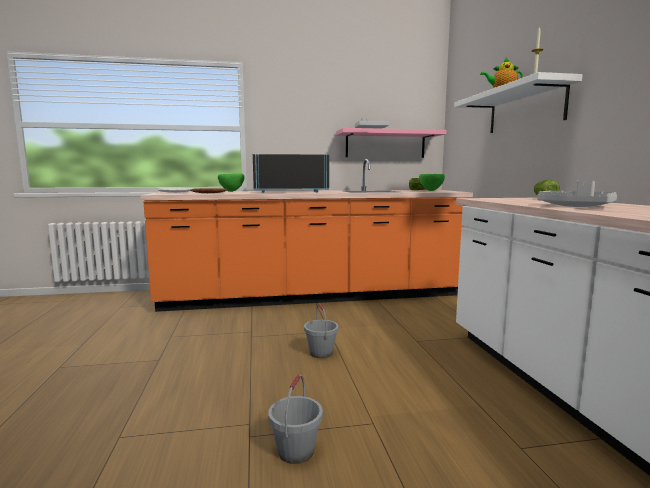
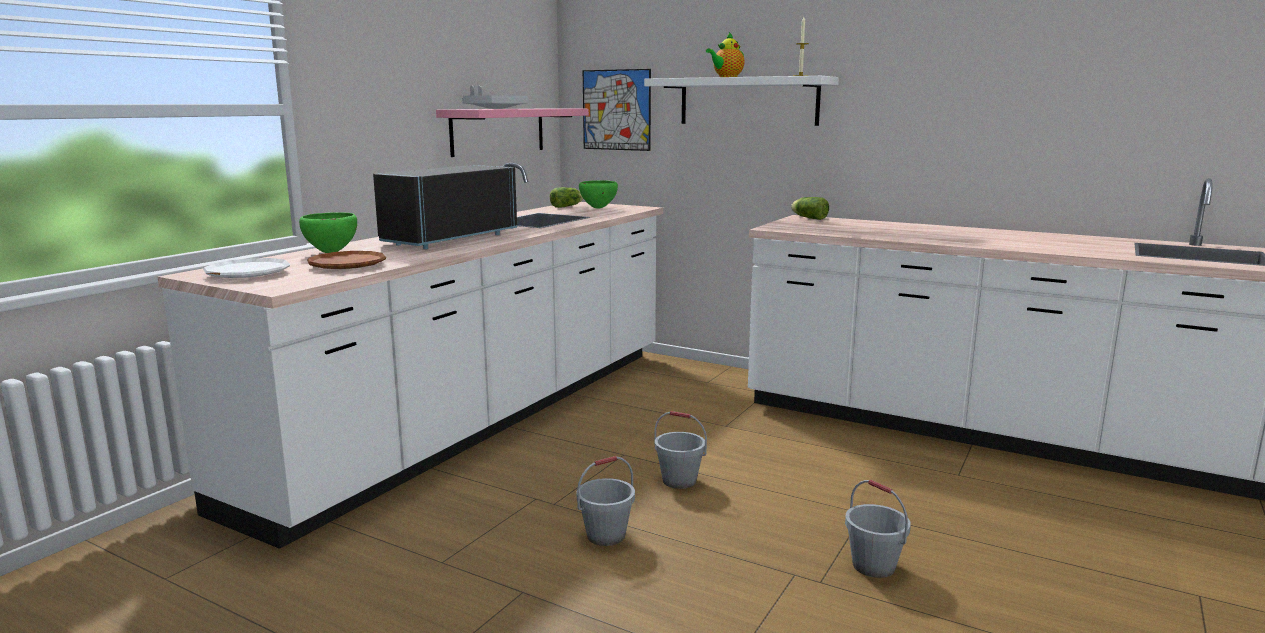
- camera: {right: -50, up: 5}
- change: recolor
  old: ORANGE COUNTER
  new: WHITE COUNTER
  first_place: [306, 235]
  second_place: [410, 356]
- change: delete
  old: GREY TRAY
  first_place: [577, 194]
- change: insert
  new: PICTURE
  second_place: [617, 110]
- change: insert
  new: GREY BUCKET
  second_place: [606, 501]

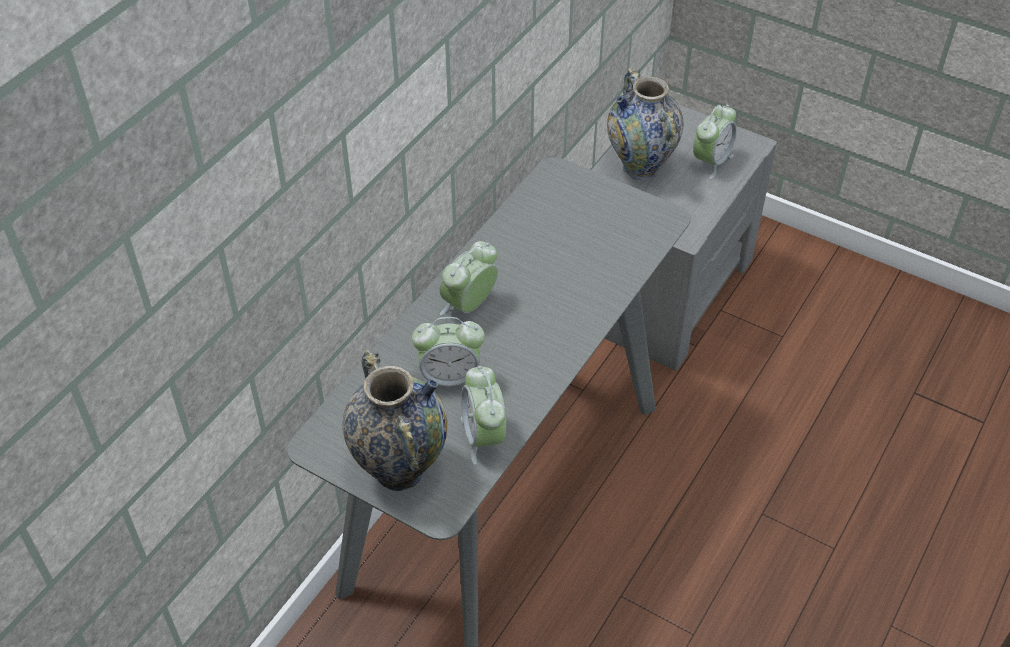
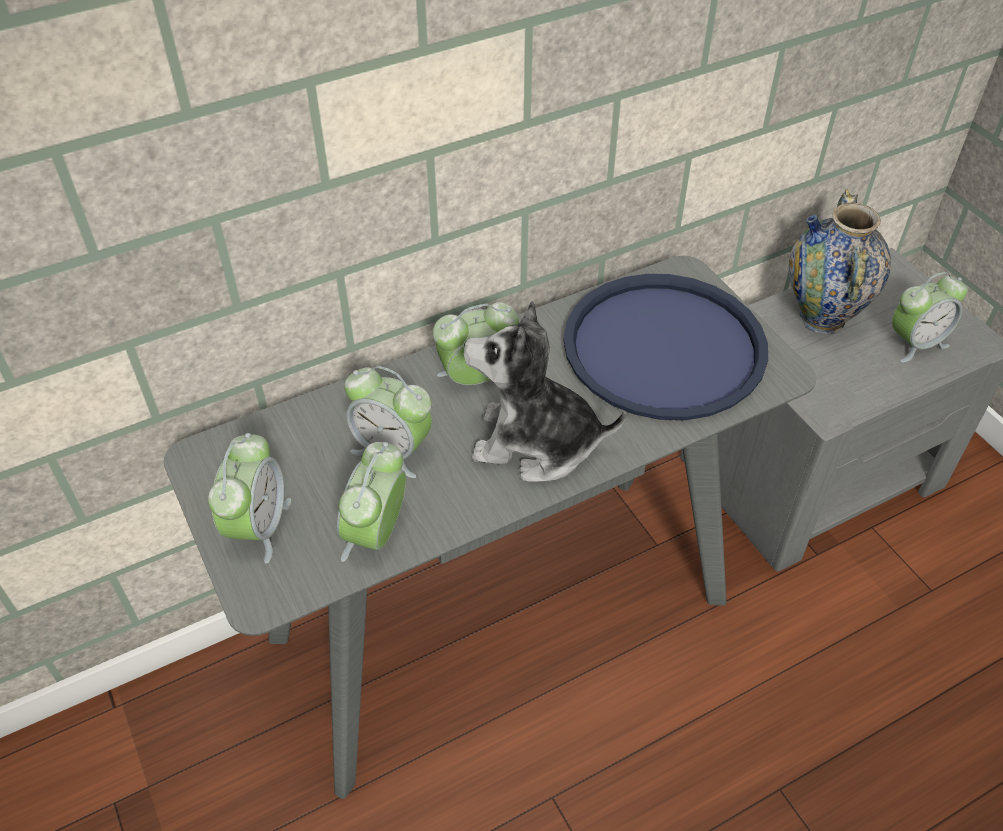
- camera: {right: 30, up: 0}
- change: replace
  old: VASE
  new: ALARM CLOCK
  first_place: [395, 420]
  second_place: [249, 498]
- change: insert
  new: BLUE TRAY
  second_place: [666, 347]
- change: insert
  new: PLUSH TOY
  second_place: [545, 391]

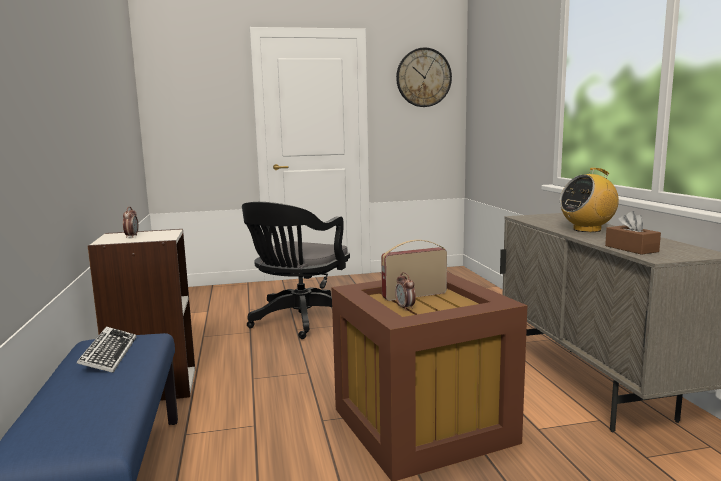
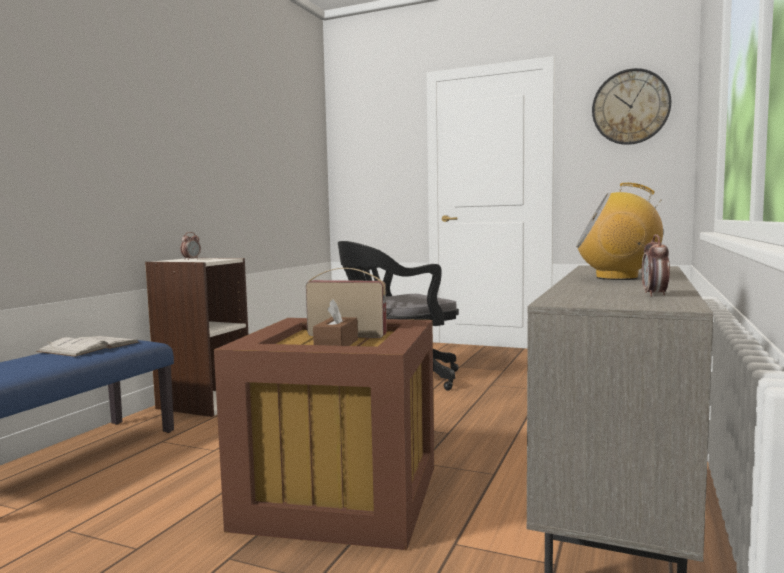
- camera: {right: 35, up: -5}
- change: move
  old: BROWN TISSUE BOX
  first_place: [633, 233]
  second_place: [335, 322]
- change: move
  old: ALARM CLOCK
  first_place: [405, 291]
  second_place: [656, 265]
- change: replace
  old: KEYBOARD
  new: WHITE BOOK
  first_place: [106, 350]
  second_place: [87, 346]

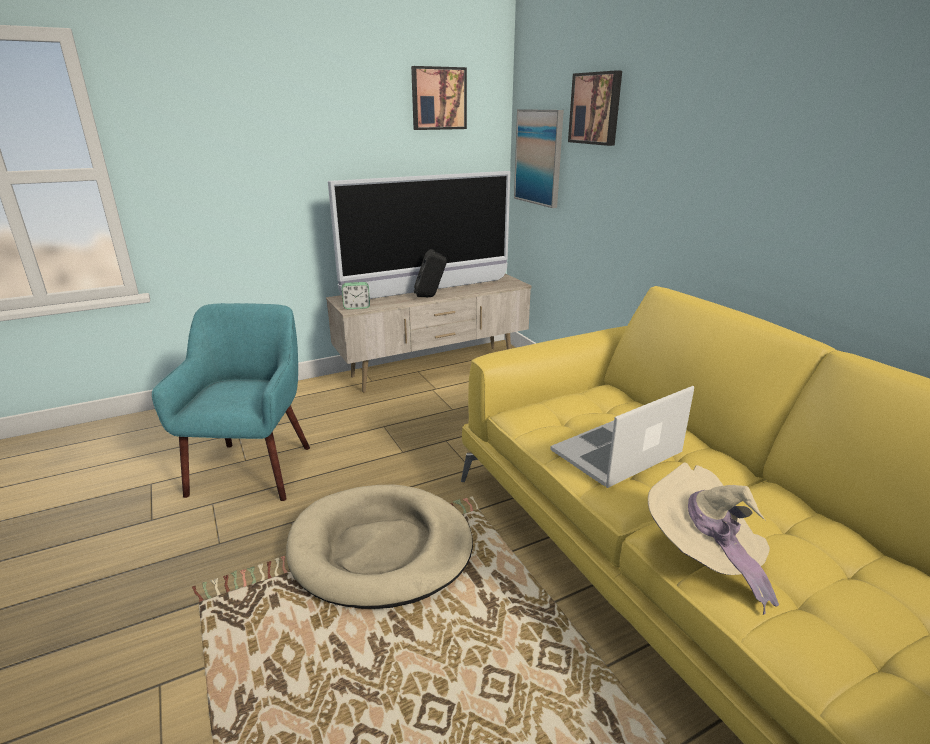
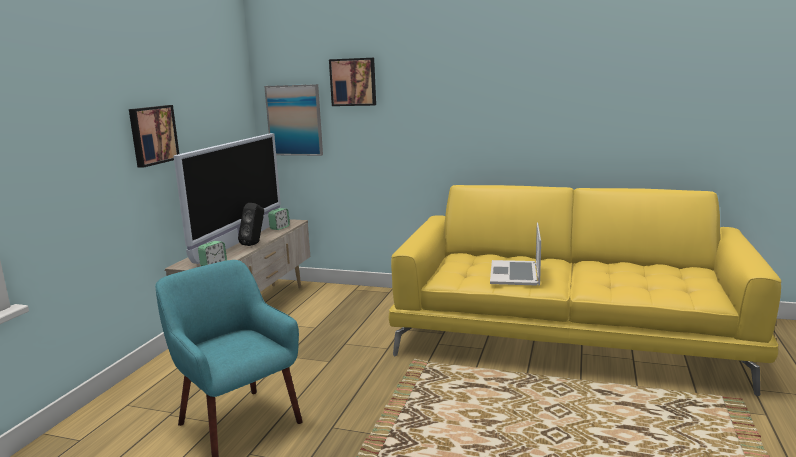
- camera: {right: -45, up: -10}
- change: move
  old: PICTURE
  first_place: [439, 98]
  second_place: [154, 136]
- change: delete
  old: BEIGE HAT
  first_place: [713, 538]
- change: delete
  old: BEIGE DOG BED
  first_place: [379, 547]
- change: insert
  new: ALARM CLOCK
  second_place: [279, 219]

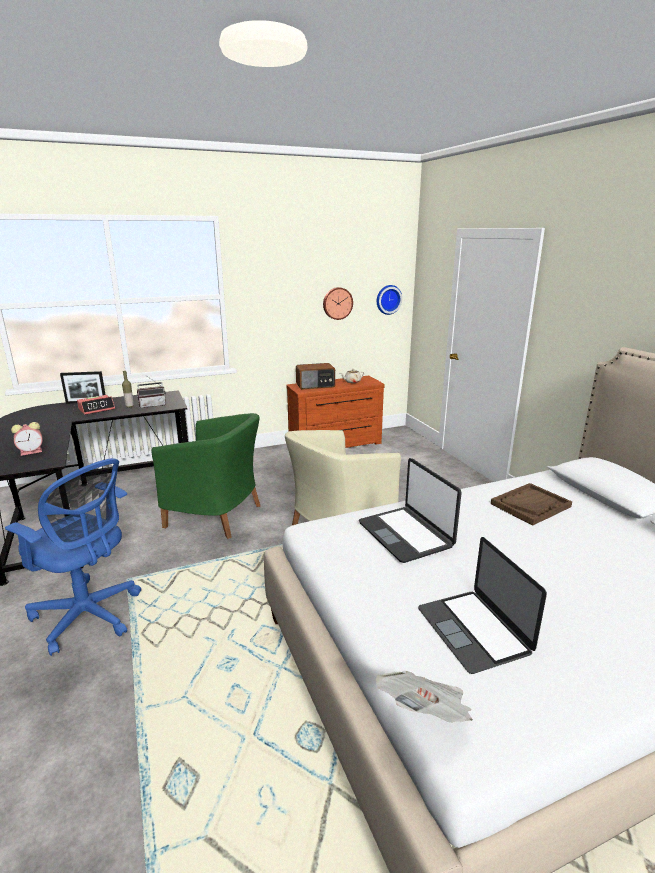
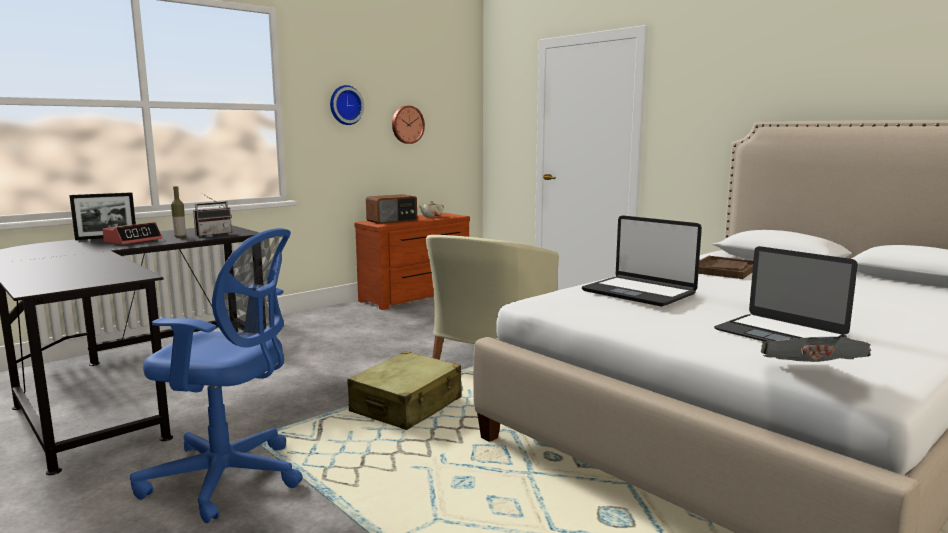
- camera: {right: -20, up: -10}
- change: move
  old: WALL CLOCK
  first_place: [389, 300]
  second_place: [347, 105]
- change: delete
  old: GREEN ARMCHAIR
  first_place: [205, 476]
- change: delete
  old: ALARM CLOCK
  first_place: [27, 439]
- change: insert
  new: BEIGE SUITCASE
  second_place: [405, 390]

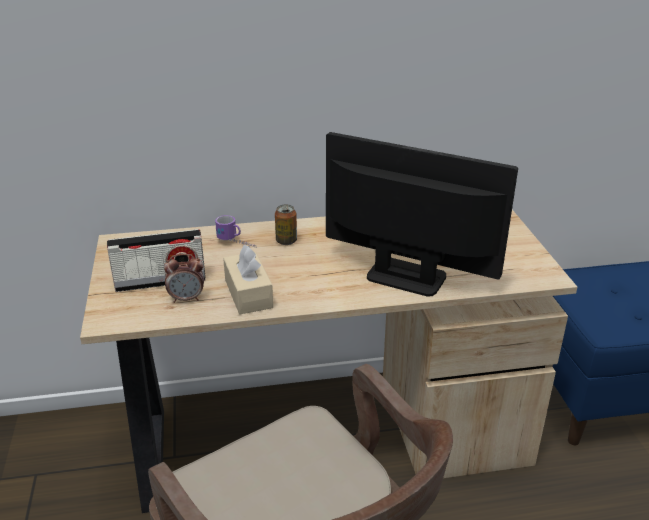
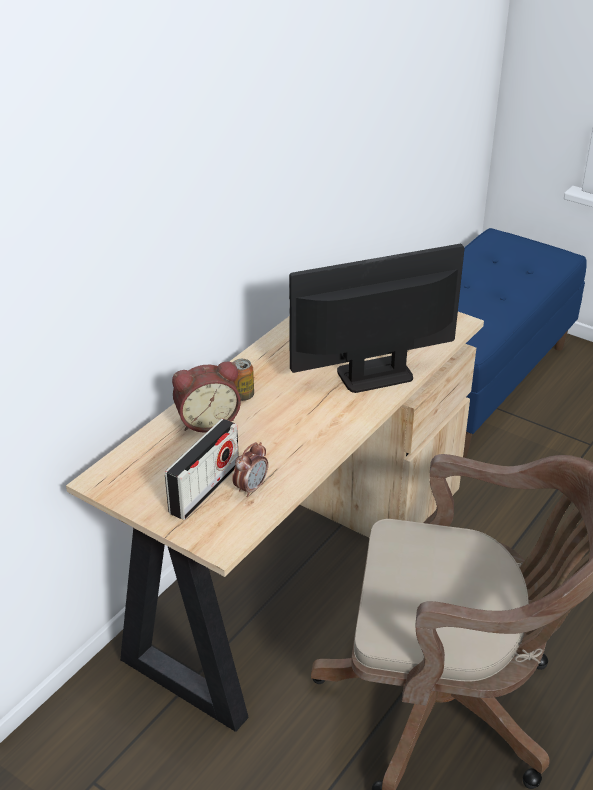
- camera: {right: -45, up: 5}
- change: replace
  old: MUG
  new: ALARM CLOCK
  first_place: [235, 231]
  second_place: [206, 397]
- change: delete
  old: BEIGE TISSUE BOX
  first_place: [248, 279]

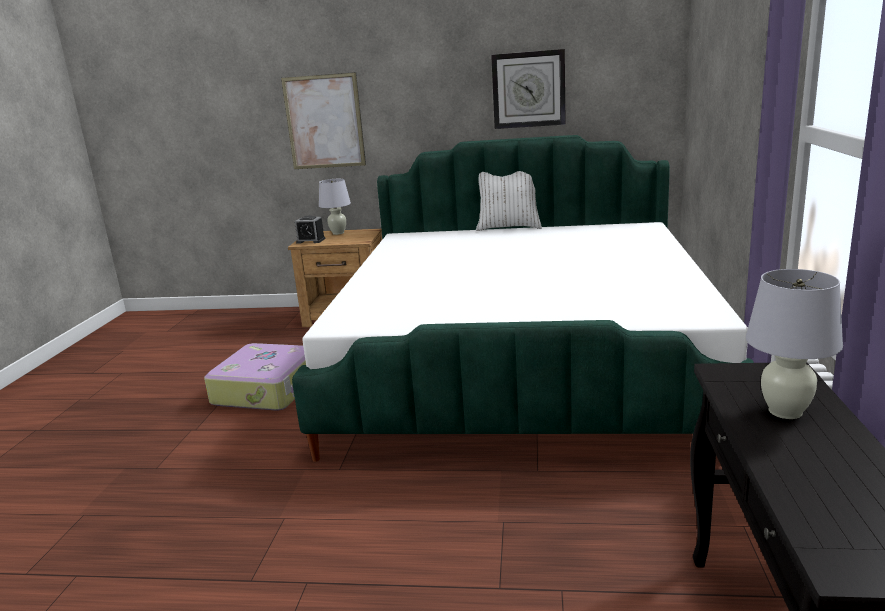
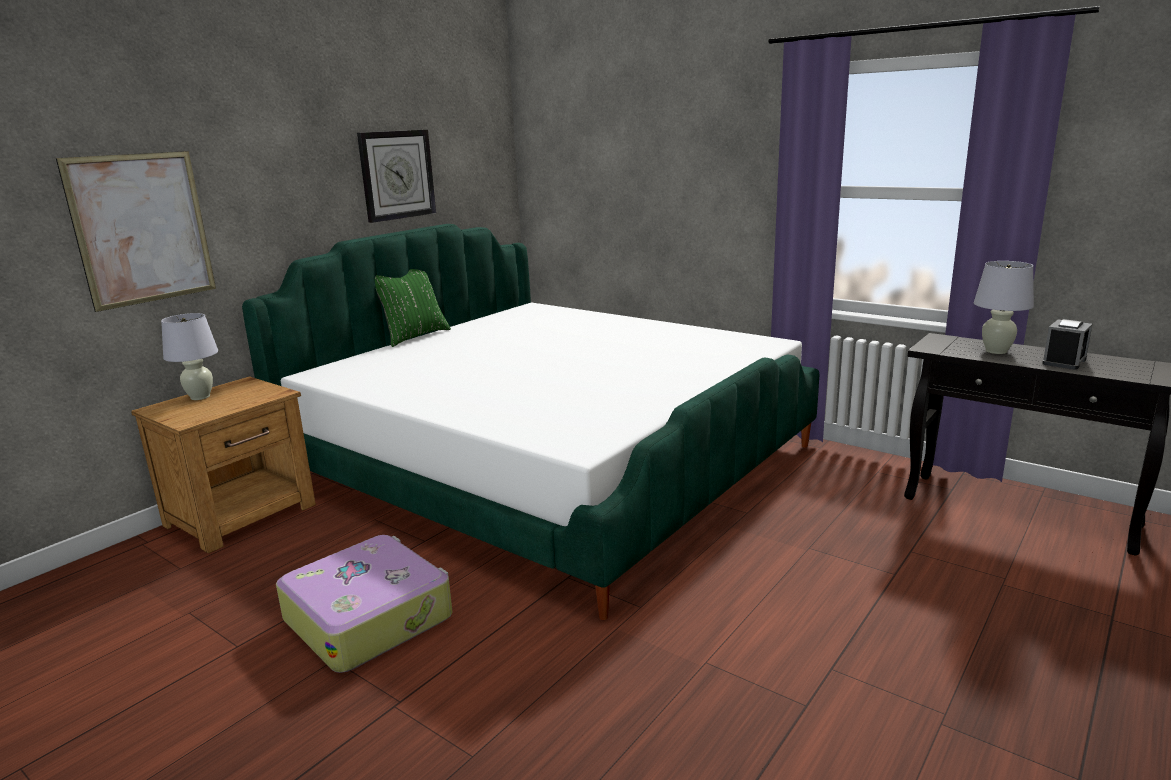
- camera: {right: -60, up: 0}
- change: recolor
  old: WHITE PILLOW
  new: GREEN PILLOW
  first_place: [509, 201]
  second_place: [413, 308]
- change: move
  old: ALARM CLOCK
  first_place: [310, 229]
  second_place: [1067, 344]

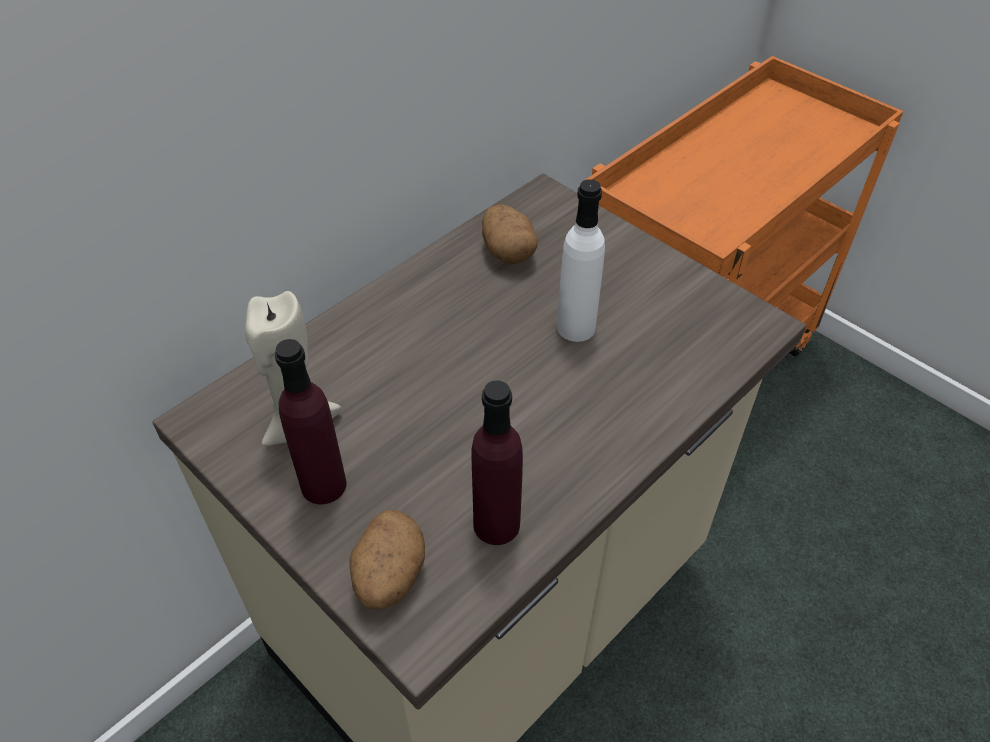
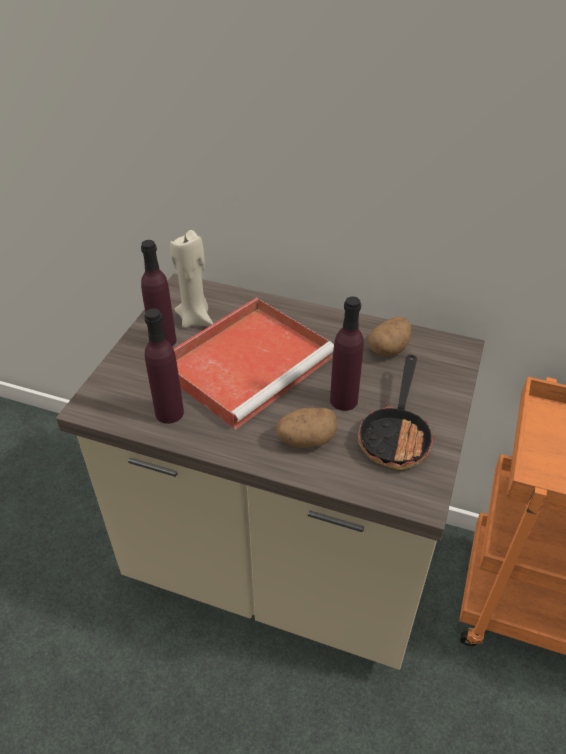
- camera: {right: 65, up: -5}
- change: recolor
  old: WHITE BOTTLE
  new: PURPLE BOTTLE
  first_place: [581, 260]
  second_place: [347, 353]
- change: move
  old: POTATO
  first_place: [387, 559]
  second_place: [306, 428]
- change: insert
  new: RED TRAY
  second_place: [254, 364]
- change: insert
  new: FRYING PAN
  second_place: [396, 412]

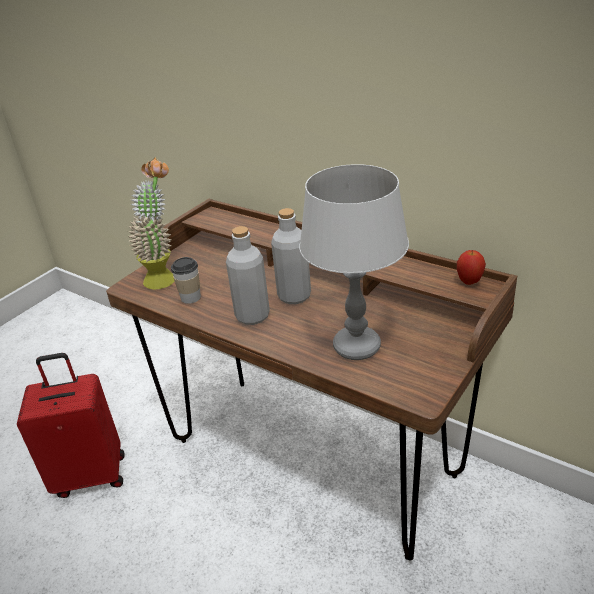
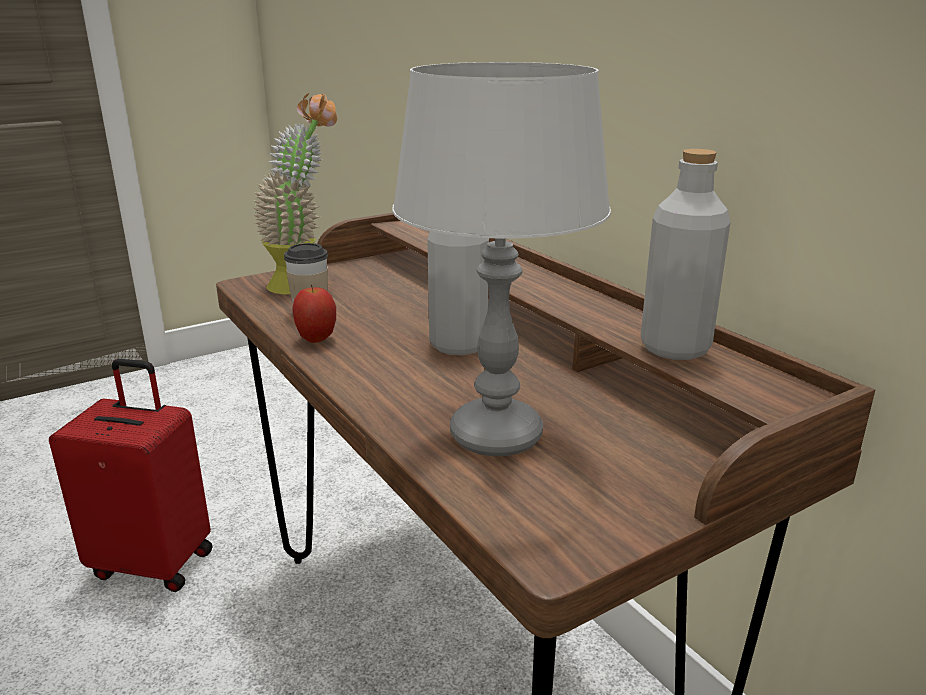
- camera: {right: 20, up: -10}
- change: move
  old: GREY BOTTLE
  first_place: [248, 275]
  second_place: [685, 254]
- change: move
  old: APPLE
  first_place: [471, 267]
  second_place: [314, 313]

